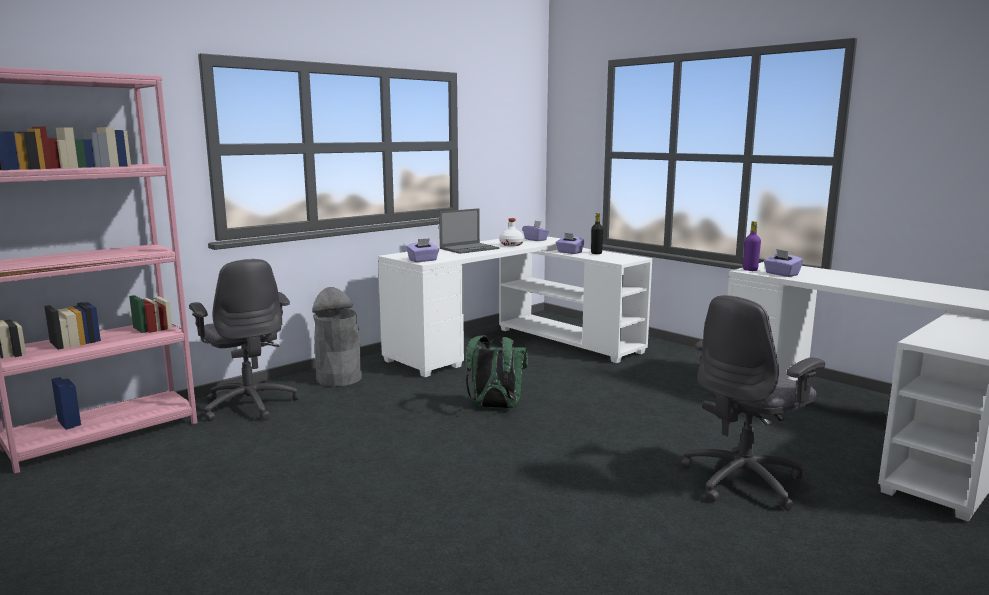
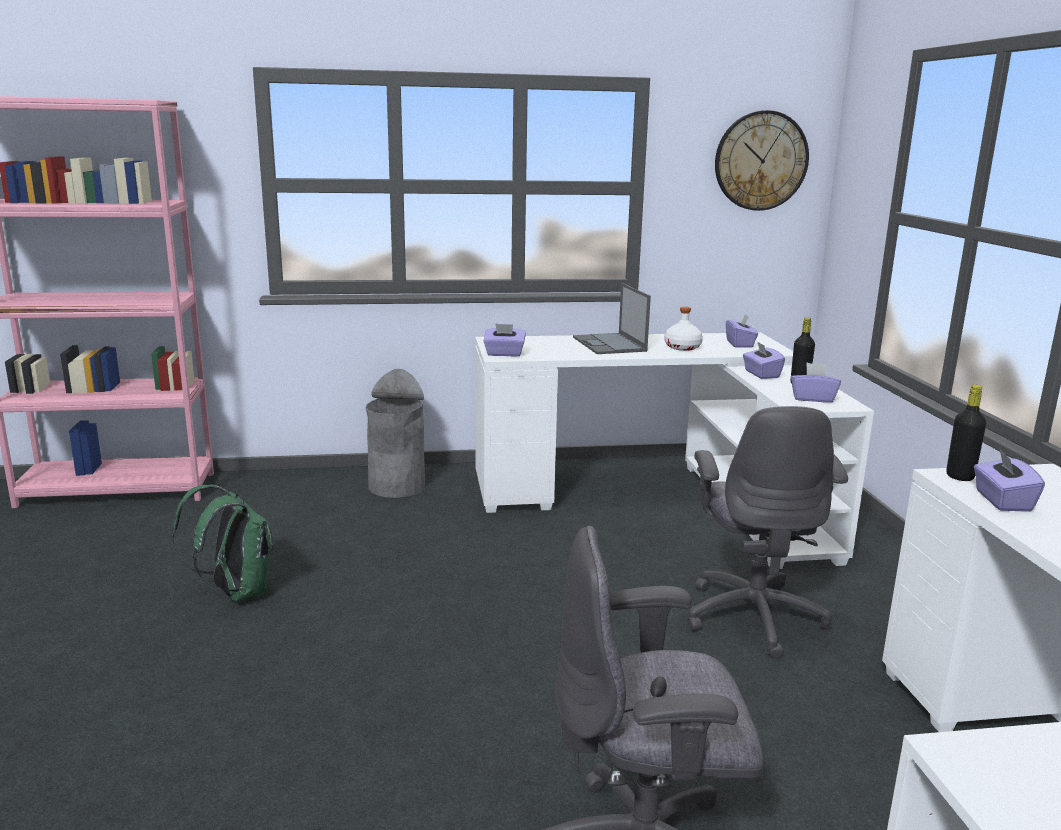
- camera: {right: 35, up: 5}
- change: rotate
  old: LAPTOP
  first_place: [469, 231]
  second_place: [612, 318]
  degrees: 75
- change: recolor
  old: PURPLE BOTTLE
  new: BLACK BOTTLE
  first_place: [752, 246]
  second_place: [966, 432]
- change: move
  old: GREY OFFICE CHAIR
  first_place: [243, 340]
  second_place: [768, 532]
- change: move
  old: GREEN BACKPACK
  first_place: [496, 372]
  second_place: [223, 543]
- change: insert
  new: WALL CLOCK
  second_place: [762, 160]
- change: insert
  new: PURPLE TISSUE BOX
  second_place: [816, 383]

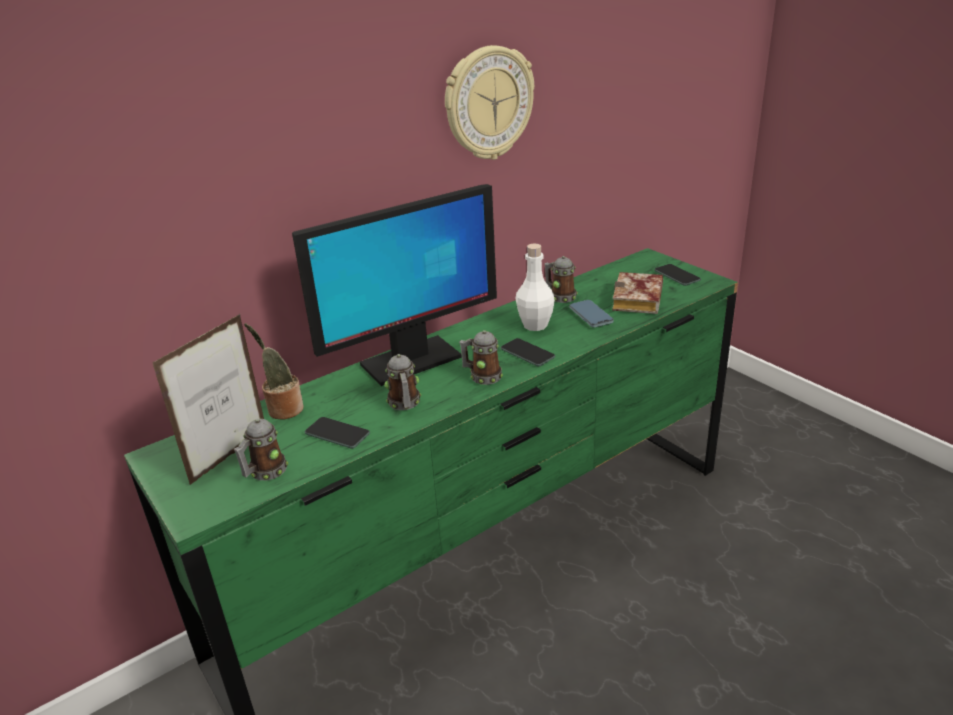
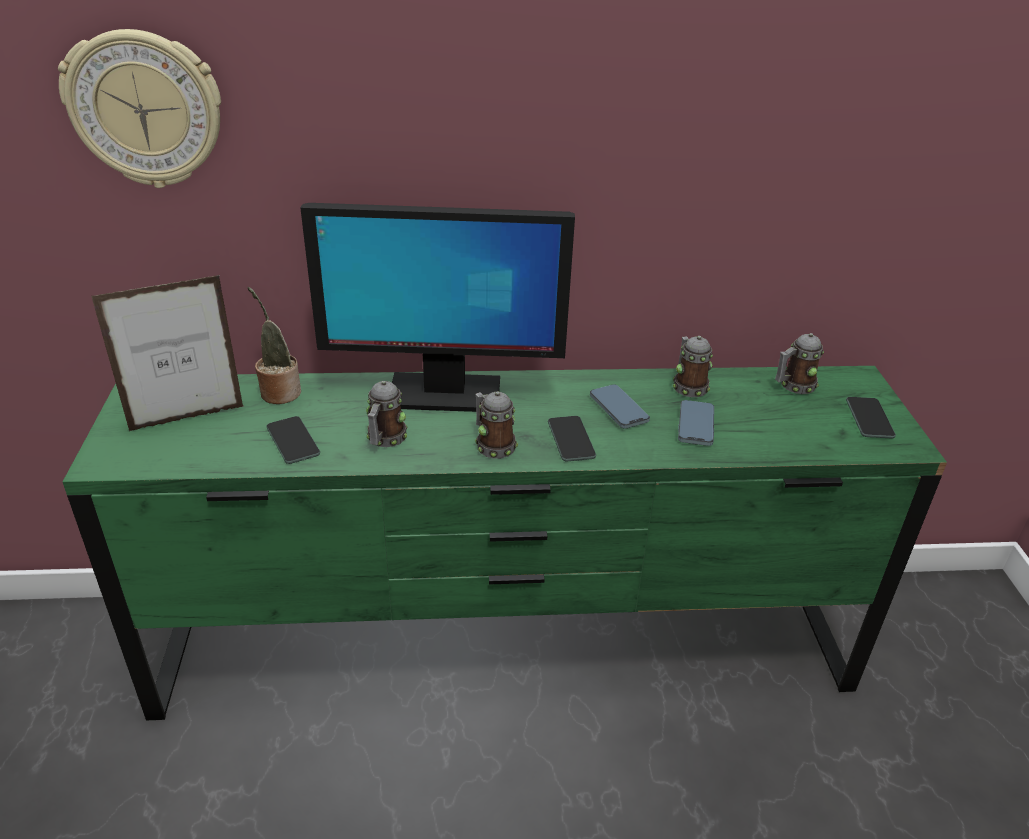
- camera: {right: 30, up: 5}
- change: move
  old: WALL CLOCK
  first_place: [489, 102]
  second_place: [139, 108]
- change: replace
  old: WHITE BOTTLE
  new: PHONE
  first_place: [535, 287]
  second_place: [620, 406]
- change: delete
  old: BOOK
  first_place: [637, 293]
- change: move
  old: MUG
  first_place: [261, 449]
  second_place: [799, 363]

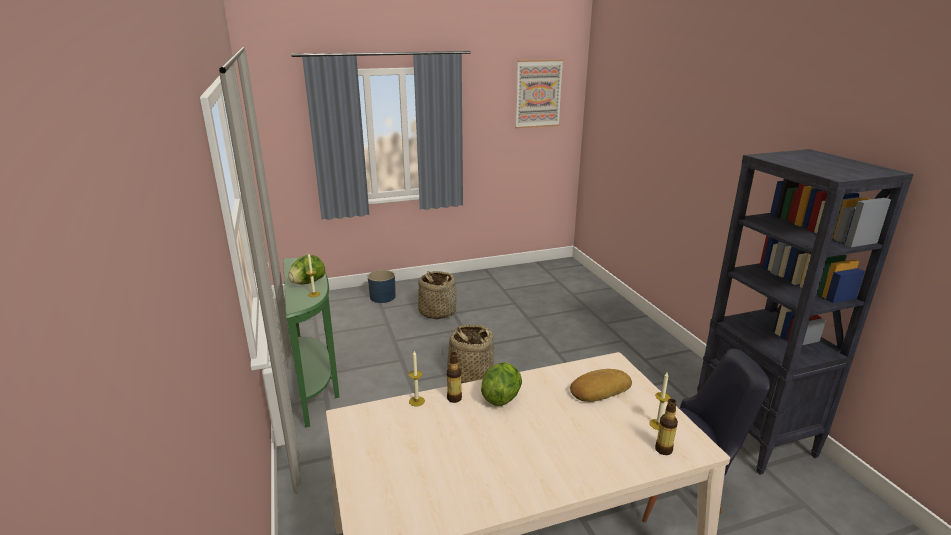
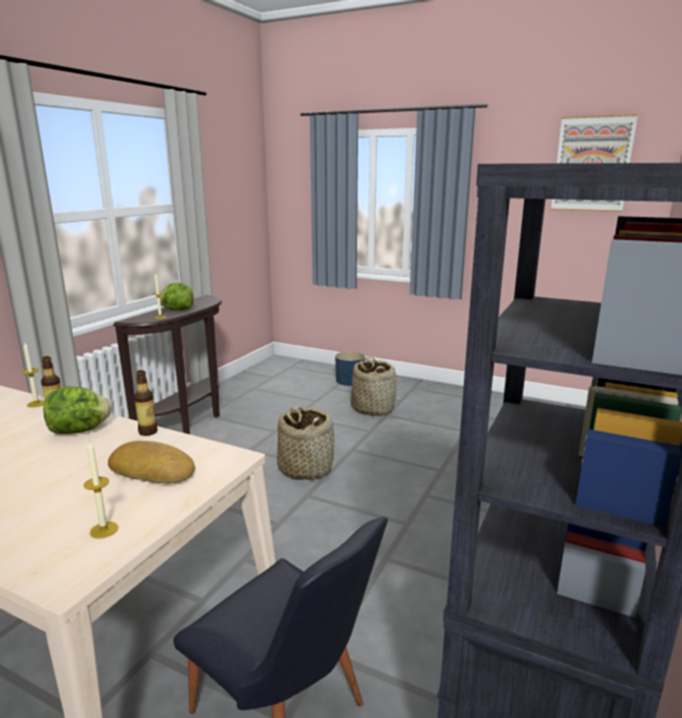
- camera: {right: 45, up: -5}
- change: recolor
  old: GREEN CONSOLE TABLE
  new: BROWN CONSOLE TABLE
  first_place: [311, 343]
  second_place: [167, 364]
- change: move
  old: BOTTLE
  first_place: [666, 427]
  second_place: [146, 403]

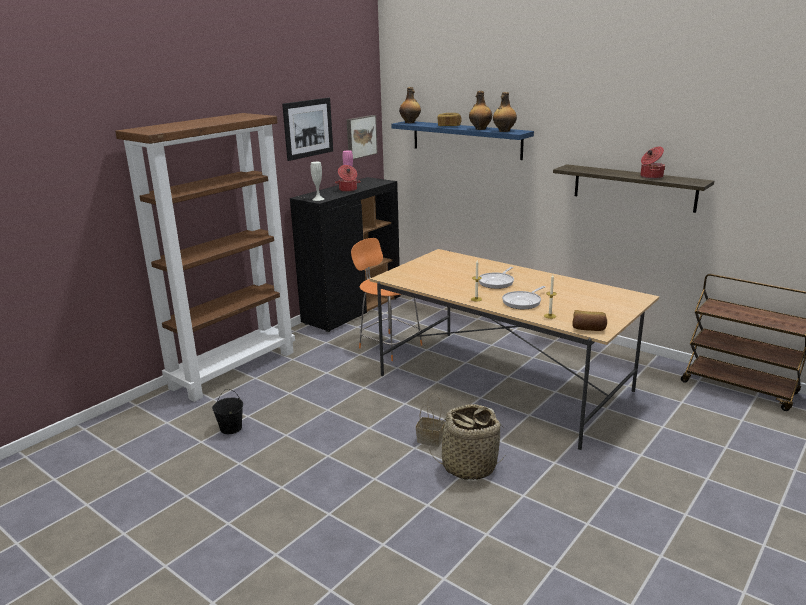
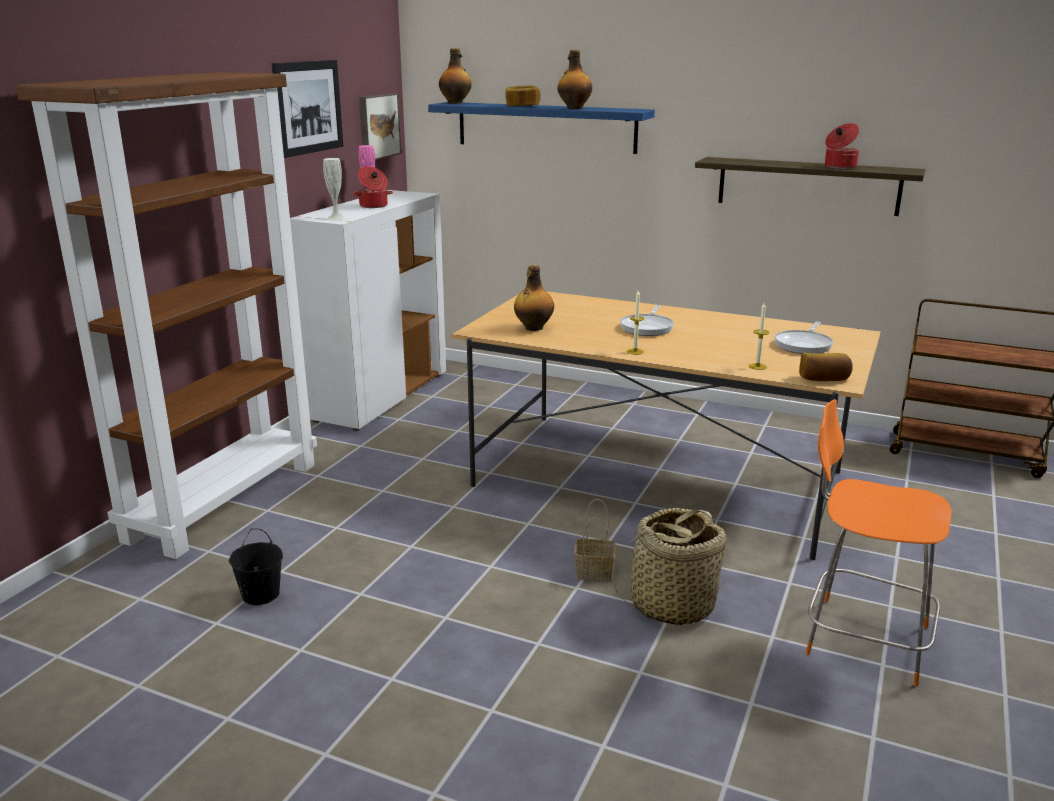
- camera: {right: -15, up: 0}
- change: move
  old: BOTTLE
  first_place: [505, 112]
  second_place: [534, 298]
- change: recolor
  old: BLACK CABINET
  new: WHITE CABINET
  first_place: [345, 254]
  second_place: [368, 310]
- change: move
  old: ORANGE CHAIR
  first_place: [386, 299]
  second_place: [878, 542]
- change: move
  old: FRYING PAN
  first_place: [523, 297]
  second_place: [803, 337]

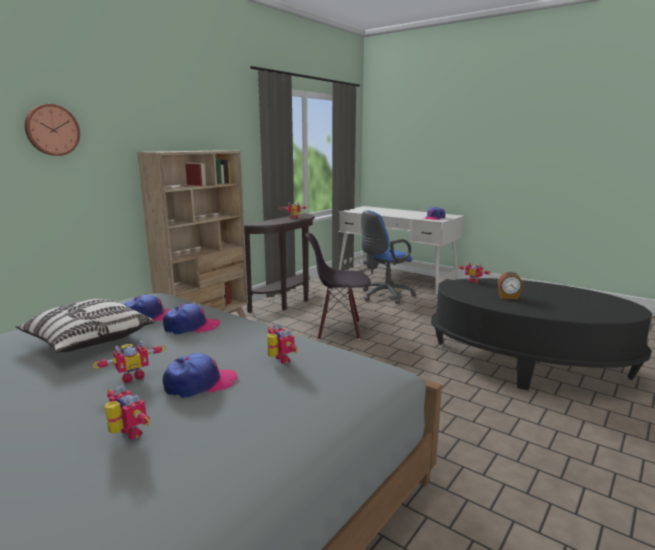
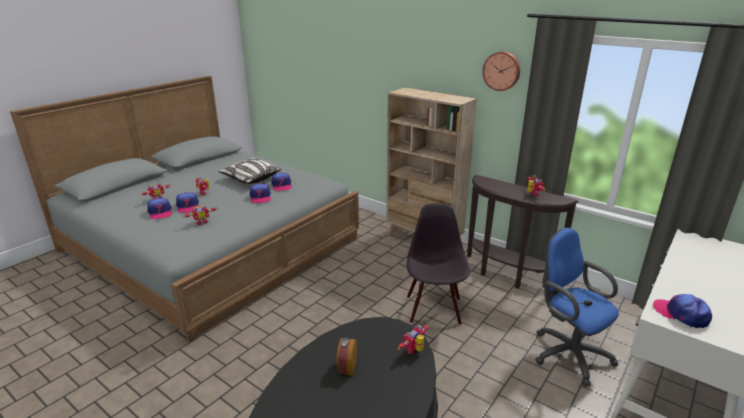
- camera: {right: 90, up: 10}
- change: move
  old: WALL CLOCK
  first_place: [52, 130]
  second_place: [501, 71]
- change: insert
  new: CAP
  second_place: [159, 208]

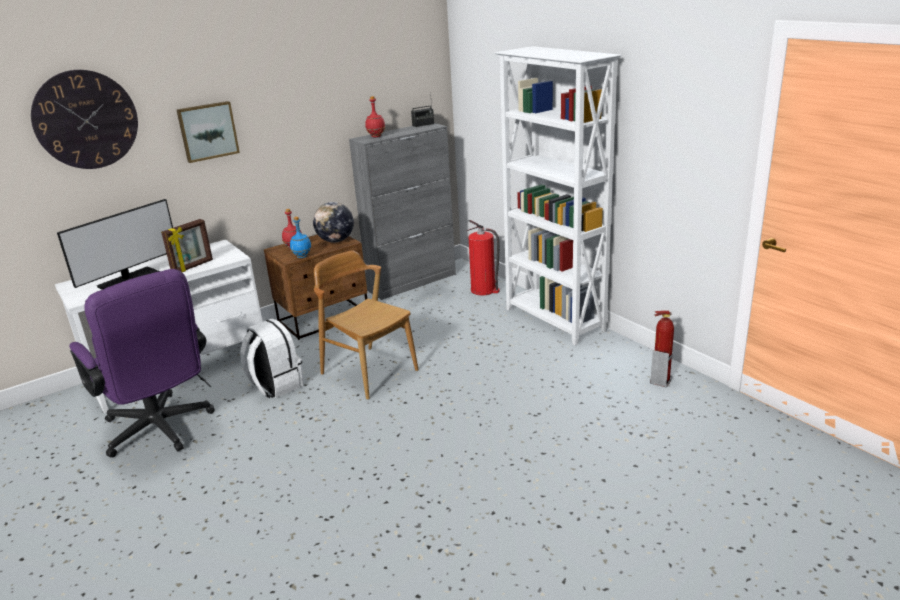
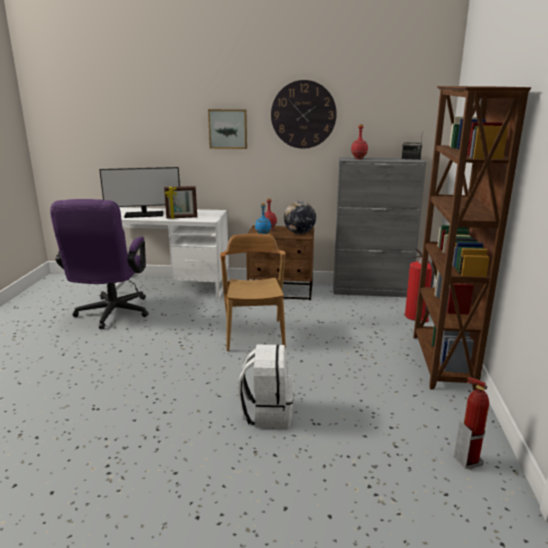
- camera: {right: 40, up: -5}
- change: recolor
  old: WHITE BOOKCASE
  new: BROWN BOOKCASE
  first_place: [557, 196]
  second_place: [472, 238]
- change: move
  old: WALL CLOCK
  first_place: [84, 119]
  second_place: [304, 114]
- change: move
  old: WHITE BACKPACK
  first_place: [272, 359]
  second_place: [265, 386]

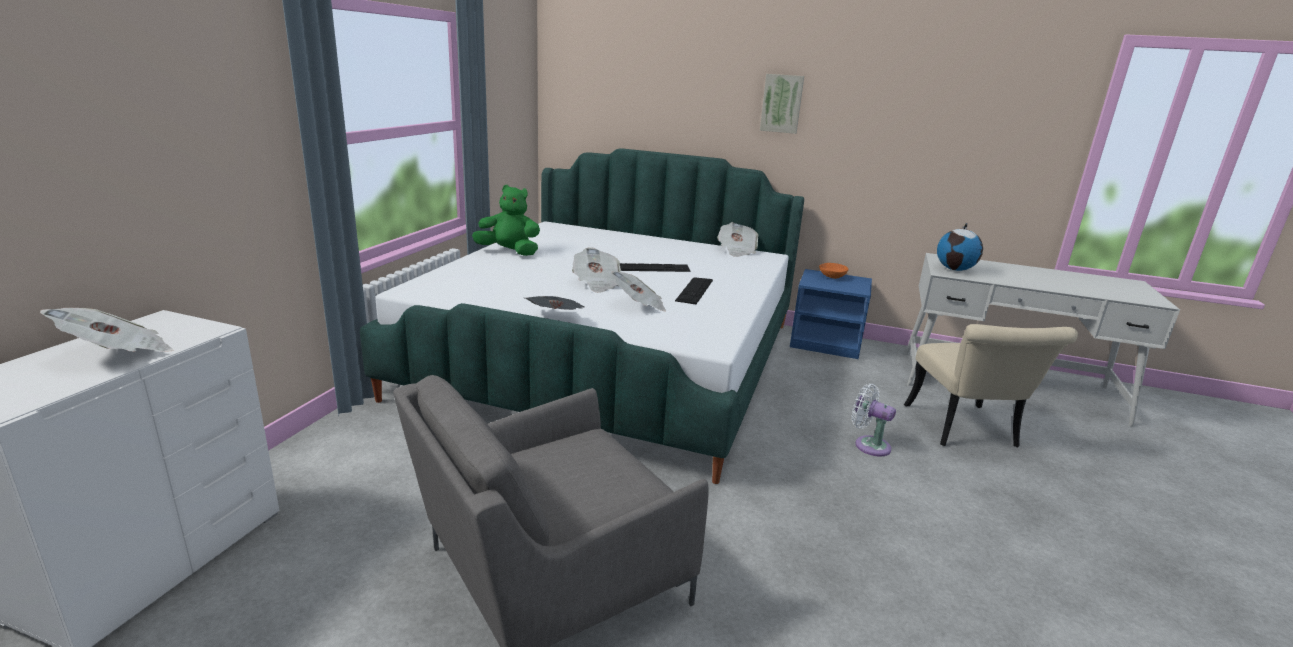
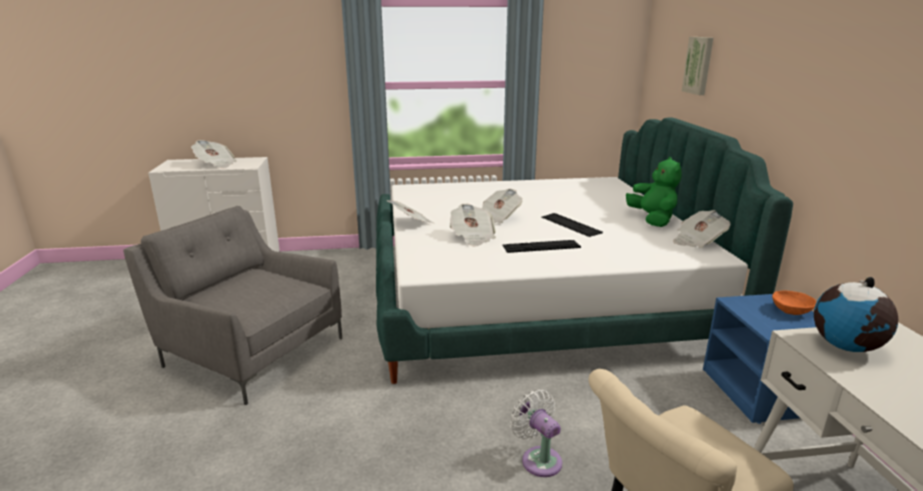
- camera: {right: 65, up: 0}
- change: move
  old: PICTURE
  first_place: [782, 104]
  second_place: [697, 66]
- change: move
  old: GREEN PLUSH TOY
  first_place: [506, 220]
  second_place: [654, 192]
- change: rotate
  old: WHITE FAN
  first_place: [873, 420]
  second_place: [536, 433]
  degrees: -45

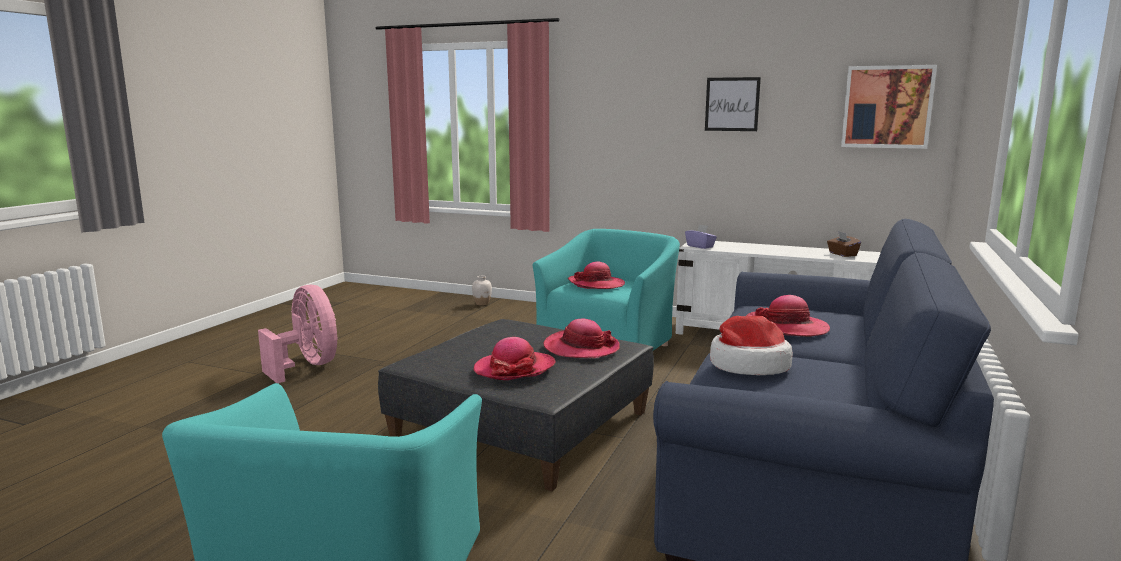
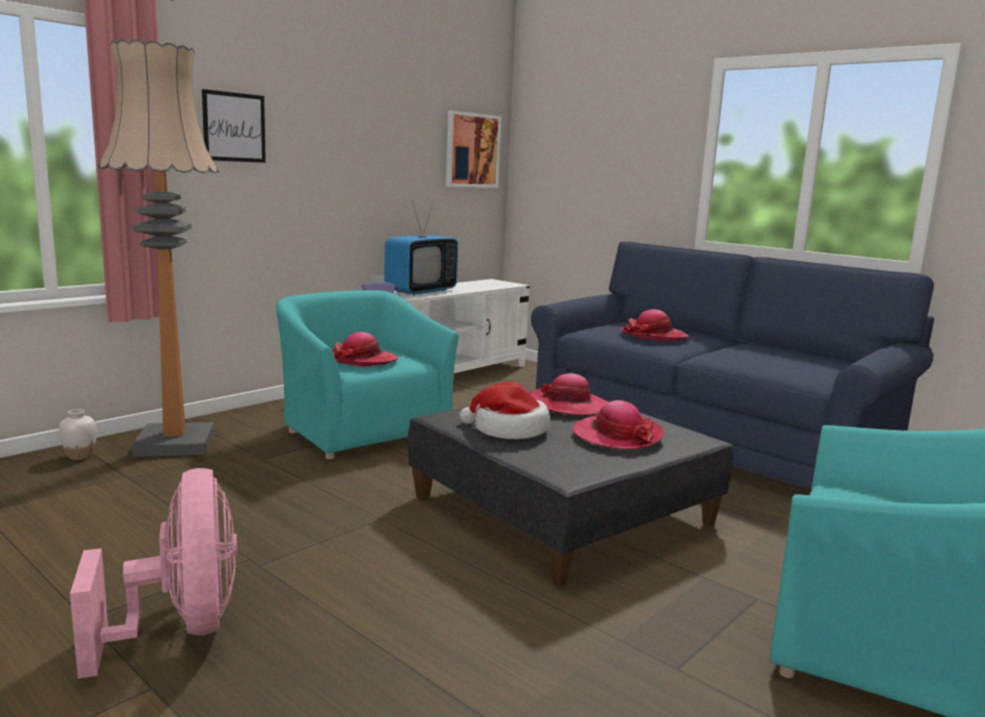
- camera: {right: -70, up: 0}
- change: move
  old: PICTURE
  first_place: [733, 104]
  second_place: [234, 126]
- change: delete
  old: BROWN TISSUE BOX
  first_place: [844, 244]
- change: rotate
  old: PINK FAN
  first_place: [297, 334]
  second_place: [153, 573]
  degrees: 90
- change: move
  old: HAT
  first_place: [751, 345]
  second_place: [505, 410]
- change: insert
  new: FLOOR LAMP
  second_place: [158, 248]
- change: insert
  new: TELEVISION
  second_place: [421, 247]

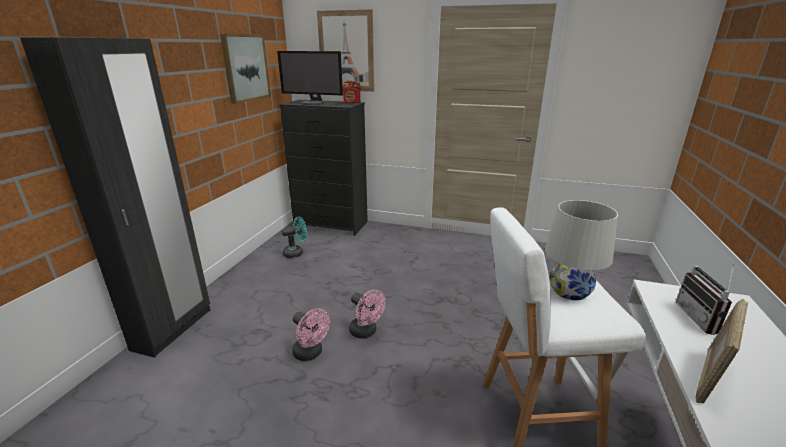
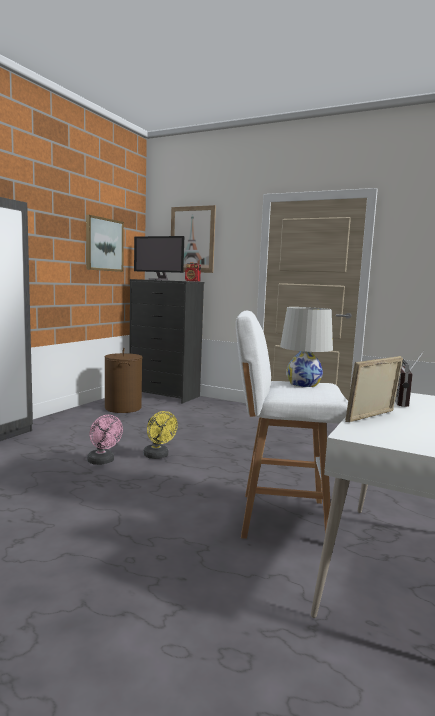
- camera: {right: 10, up: -15}
- change: replace
  old: TURQUOISE FAN
  new: BROWN LAUNDRY BASKET
  first_place: [294, 237]
  second_place: [123, 380]
- change: recolor
  old: PINK FAN
  new: YELLOW FAN
  first_place: [367, 314]
  second_place: [160, 435]

